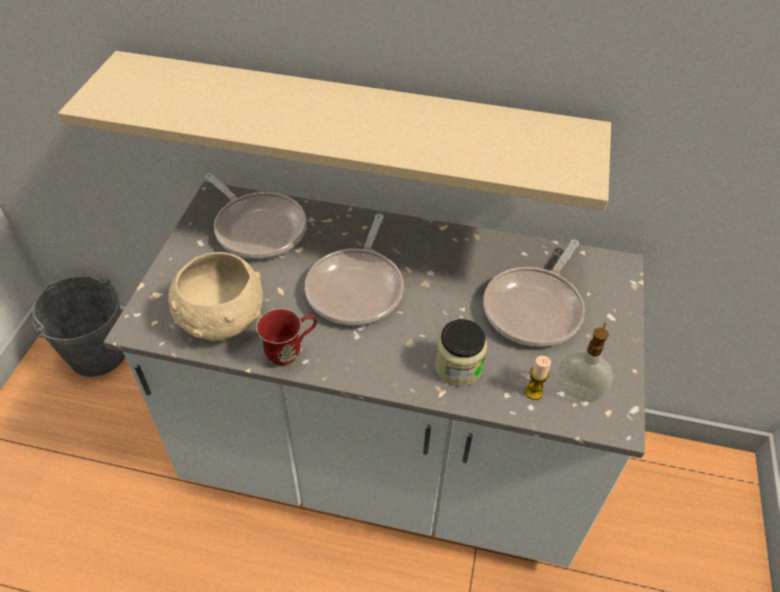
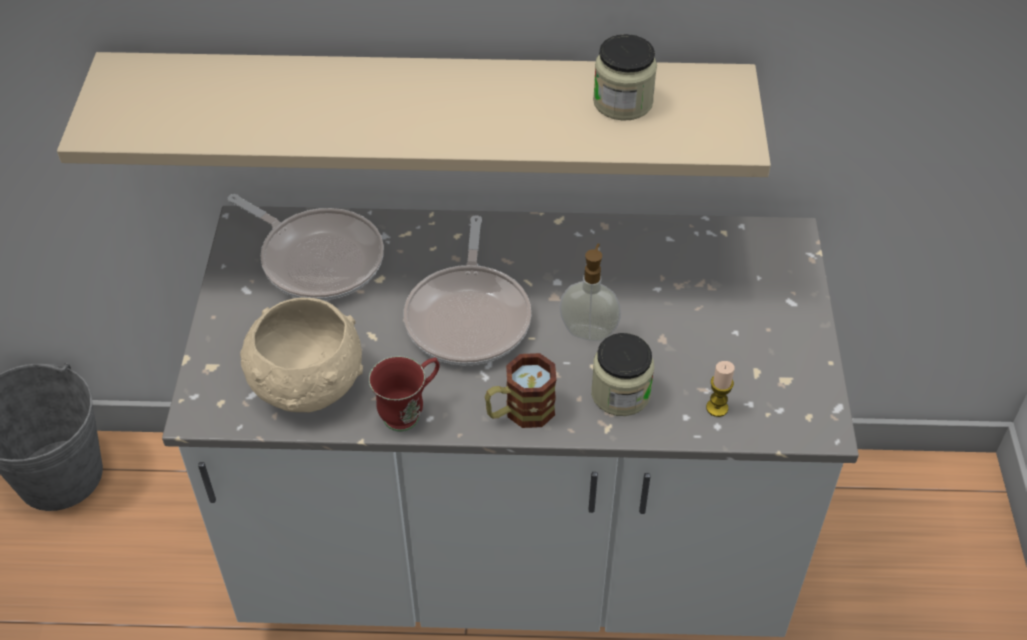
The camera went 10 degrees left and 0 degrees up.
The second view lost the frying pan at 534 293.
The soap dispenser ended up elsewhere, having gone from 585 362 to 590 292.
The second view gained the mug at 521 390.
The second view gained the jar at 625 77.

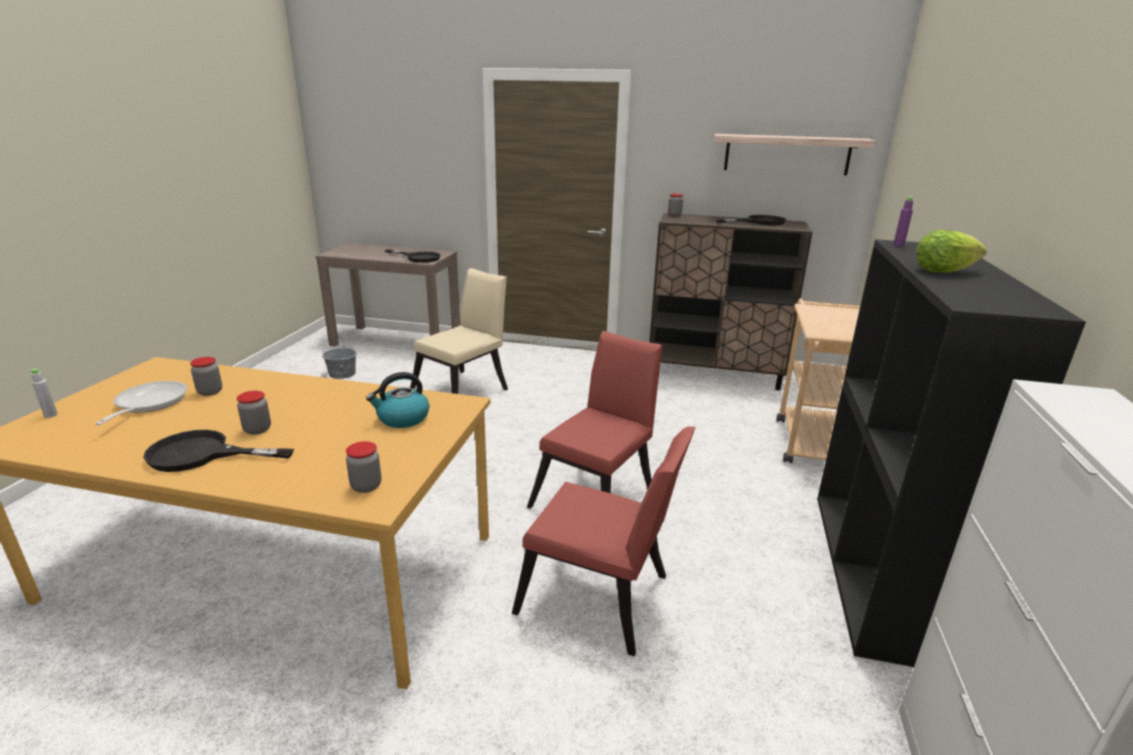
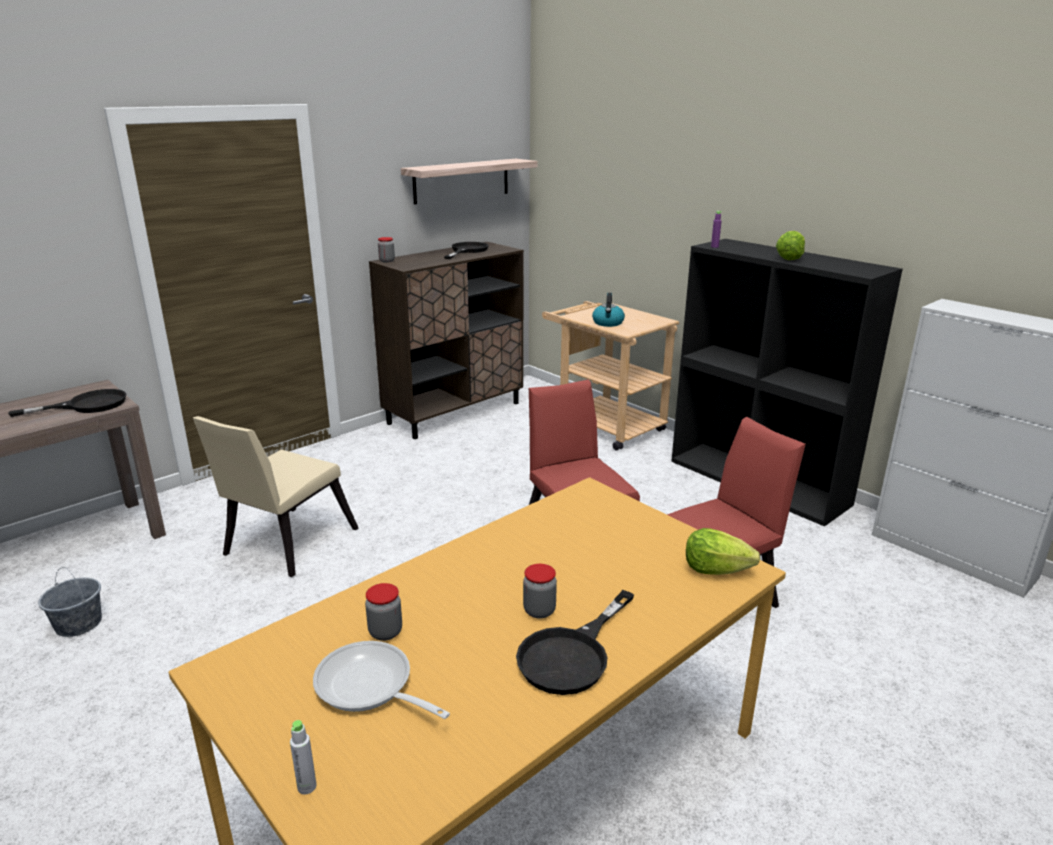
The camera went 55 degrees left and 0 degrees up.
Where the jar stood at 363 467, the lettuce came to stand at 723 551.
The kettle ended up elsewhere, having gone from 397 400 to 608 310.
The chair in beige at 459 331 ended up facing another way, 135 degrees counterclockwise from before.

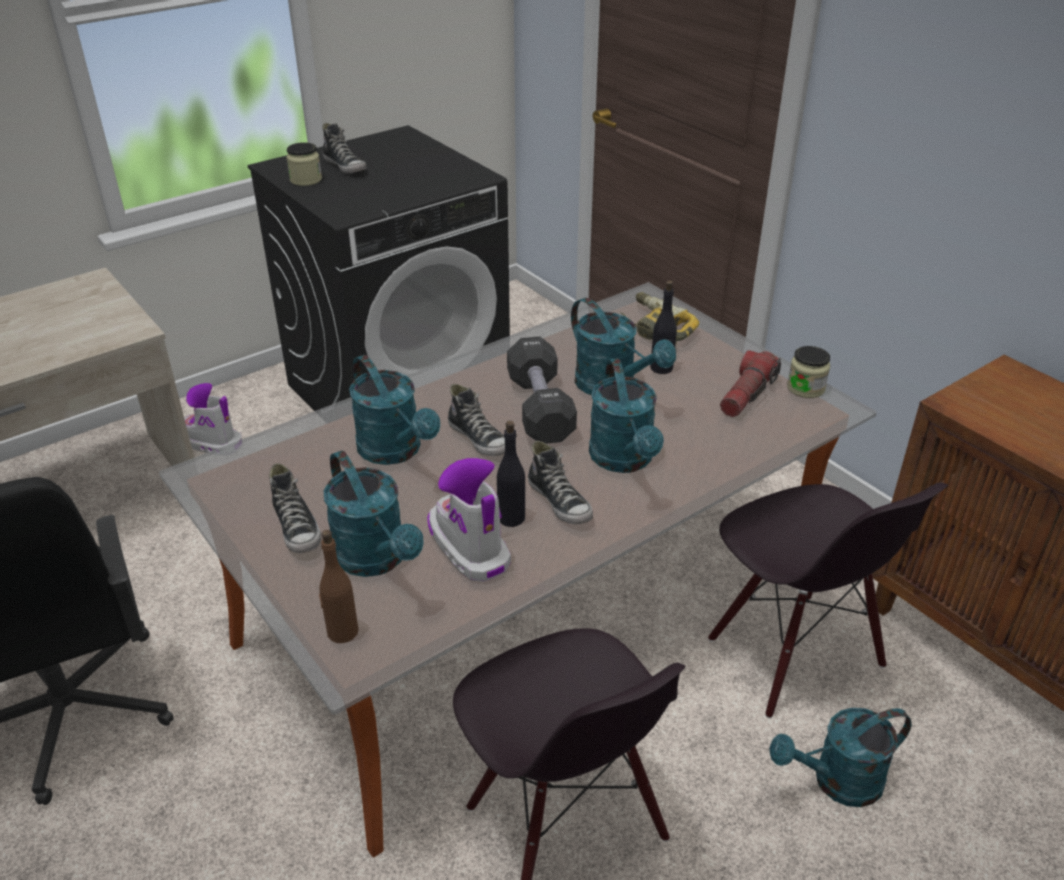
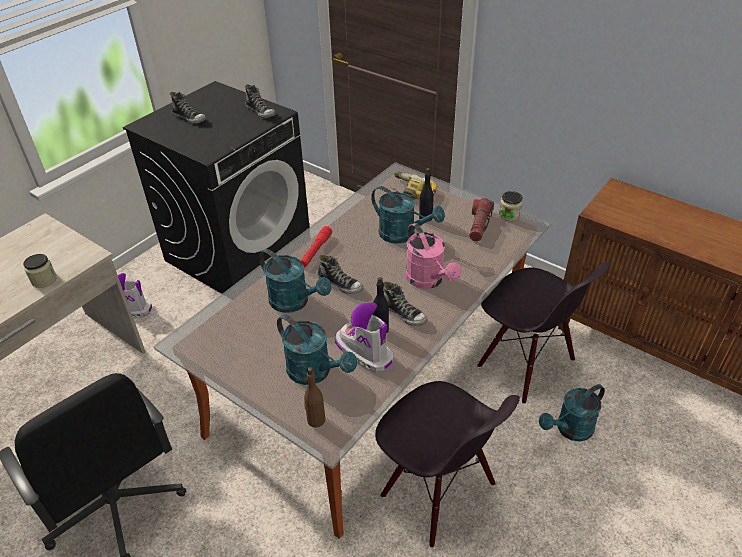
The camera went 15 degrees left and 5 degrees up.
The shoe ended up elsewhere, having gone from 295 508 to 260 101.
The jar ended up elsewhere, having gone from 304 164 to 40 271.
The second view lost the dumbbell in black at 542 390.
What was the watering can in turquoise at 626 415 turned into the watering can in pink at 433 256.
The second view gained the flashlight in red at 316 247.

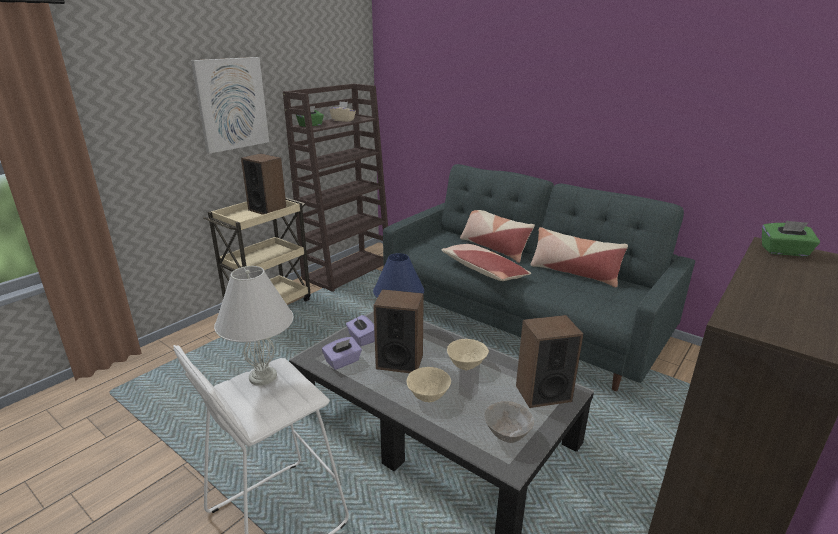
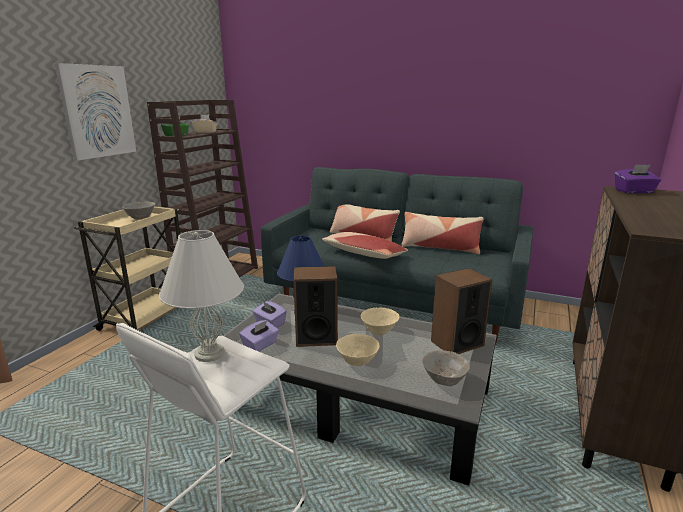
The camera went 15 degrees left and 5 degrees down.
Where the speaker stood at 263 184, the bowl in grey came to stand at 138 210.
What was the tissue box in green at 791 238 turned into the tissue box in purple at 638 178.

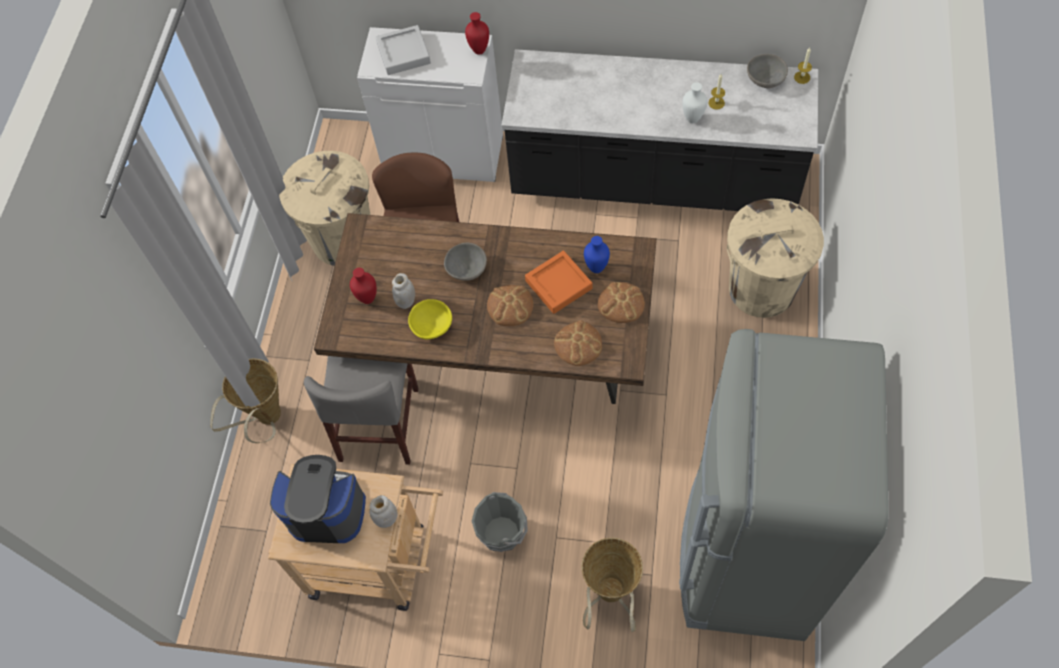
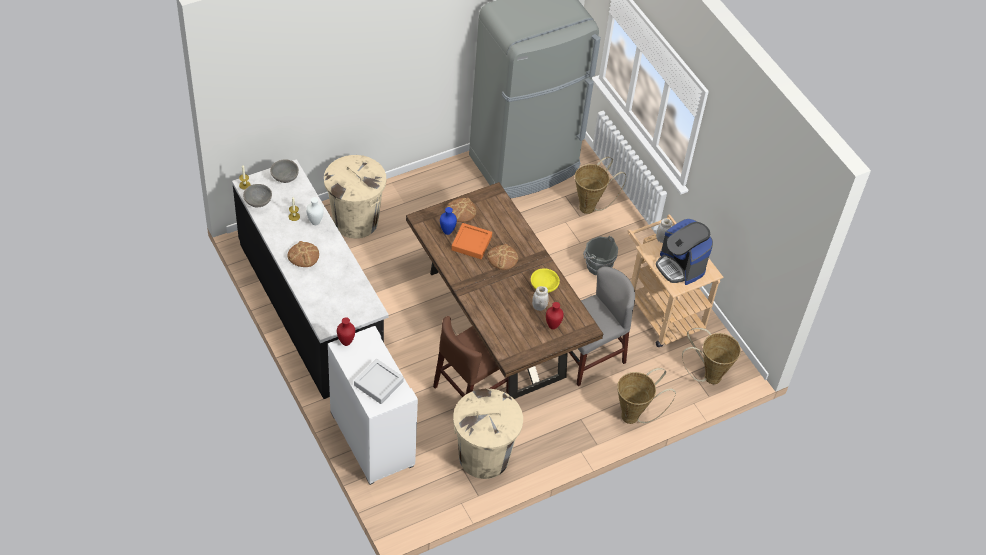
The camera went 135 degrees left and 10 degrees down.
The bowl in grey ended up elsewhere, having gone from 465 262 to 284 171.
The bread ended up elsewhere, having gone from 578 343 to 303 254.
The second view gained the basket at 711 356.

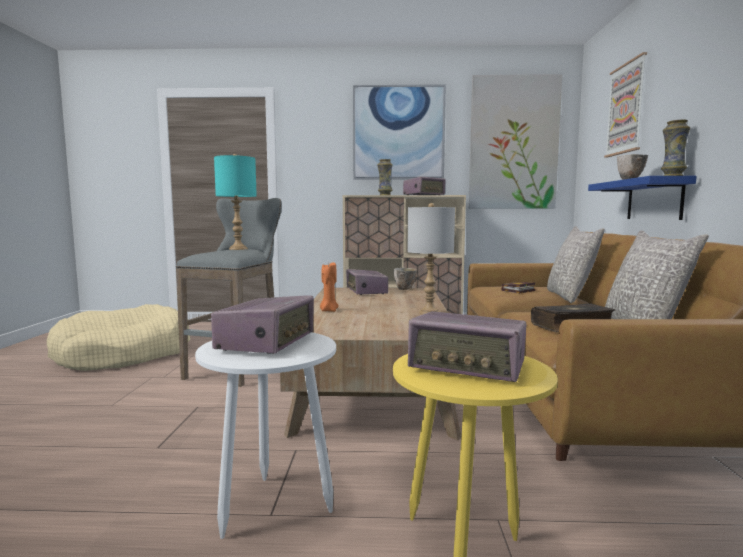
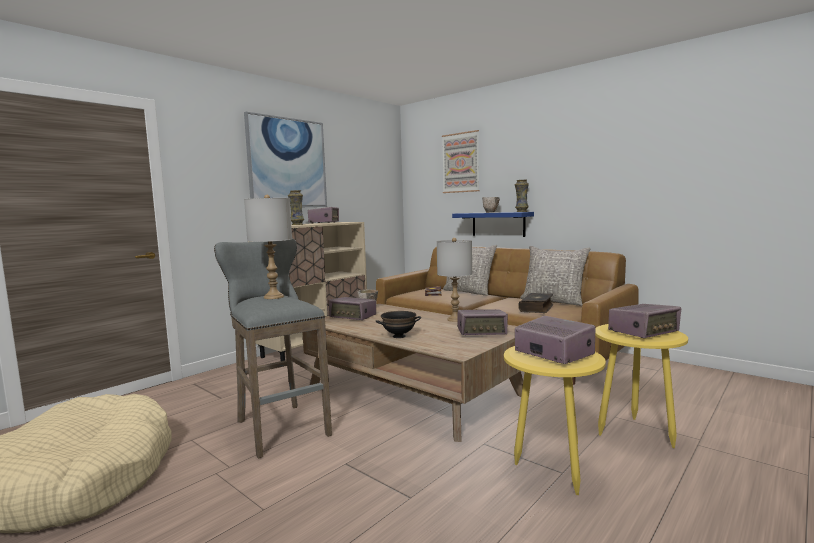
The camera went 50 degrees left and 0 degrees up.
What was the side table in white at 265 435 turned into the side table in yellow at 555 421.
What was the table lamp in turquoise at 235 202 turned into the table lamp in grey at 268 247.
Where the candle in orange stood at 329 287, the bowl in black came to stand at 398 324.
The second view lost the picture at 515 141.
The second view gained the radio at 482 322.

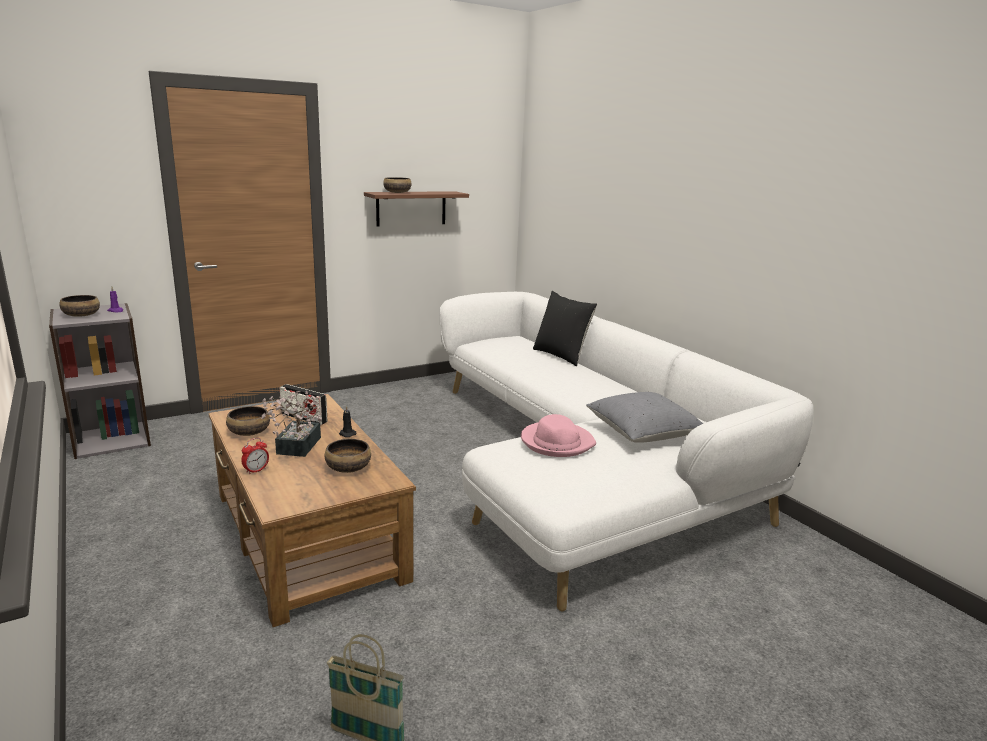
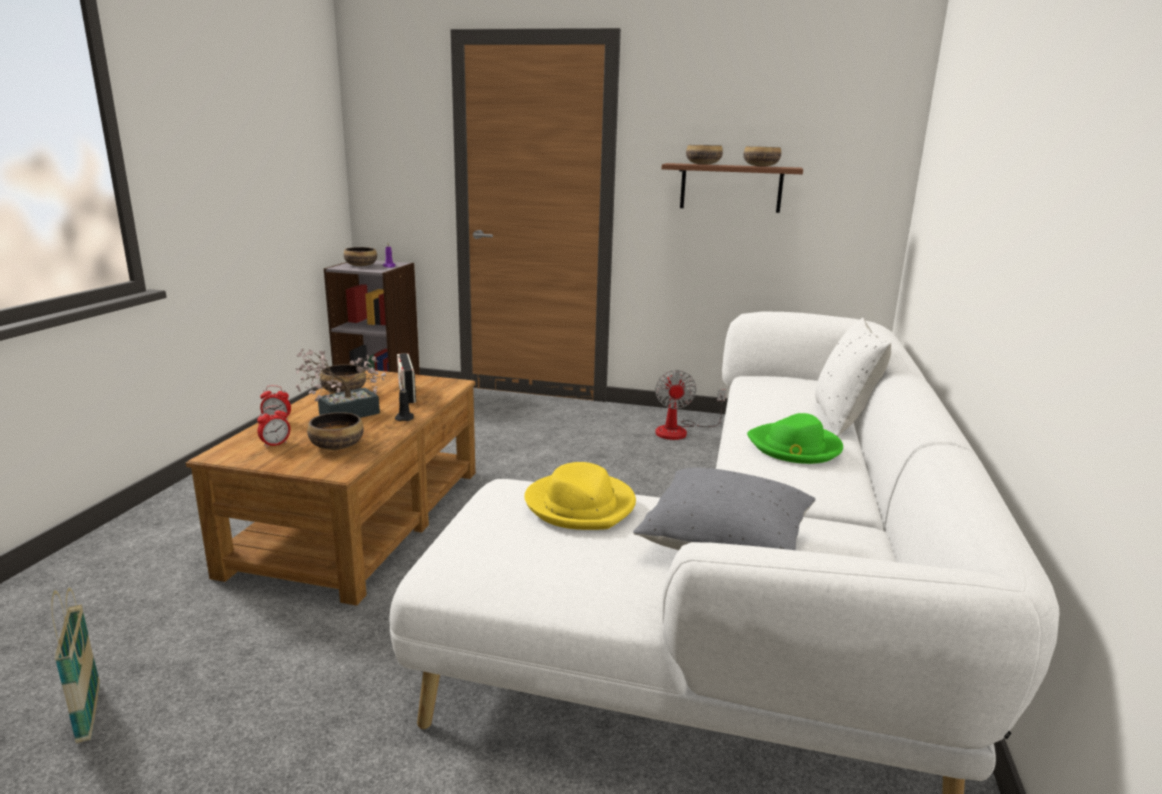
The camera went 45 degrees right and 0 degrees up.
What was the hat in pink at 558 435 turned into the hat in yellow at 580 496.
What was the pillow in black at 565 328 turned into the pillow in white at 853 377.
The second view gained the alarm clock at 273 427.
The second view gained the fan at 690 405.
The second view gained the bowl at 762 156.
The second view gained the hat in green at 795 438.

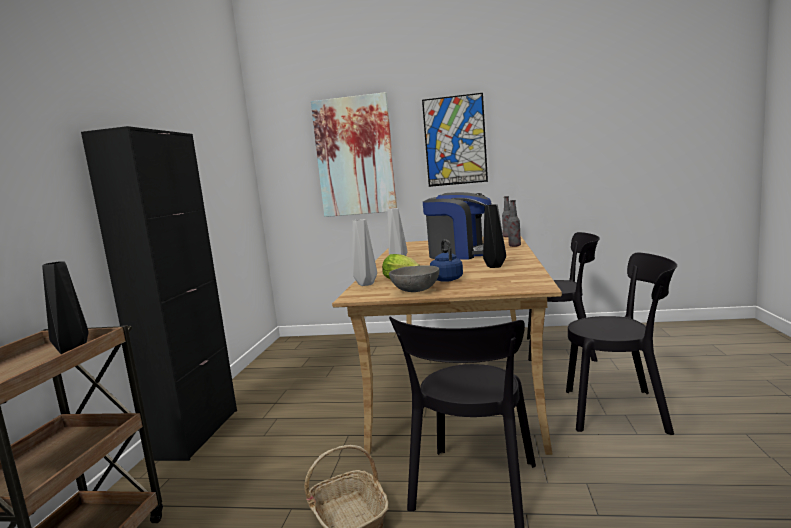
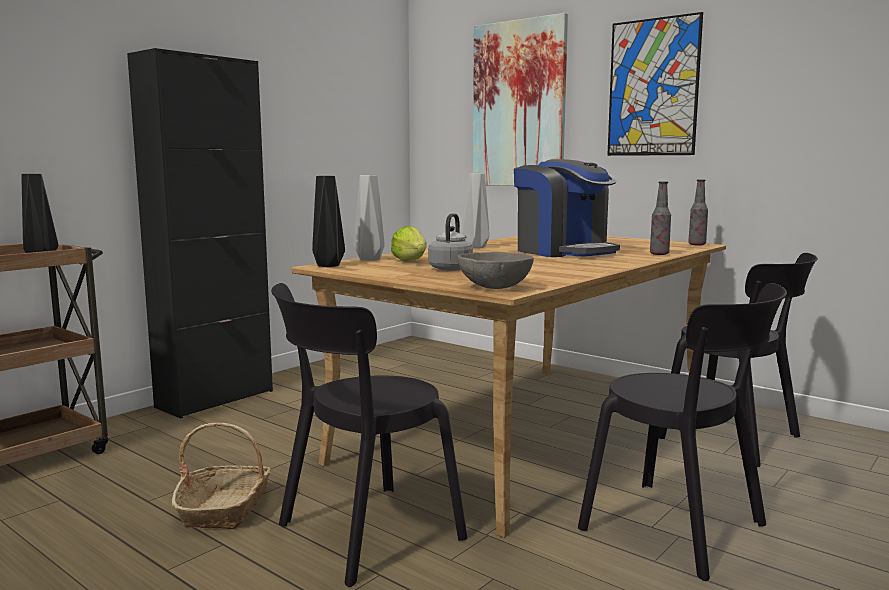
The camera went 30 degrees right and 0 degrees up.
The bowl in grey ended up elsewhere, having gone from 414 278 to 495 270.
What was the kettle in blue at 446 260 turned into the kettle in grey at 450 242.
The vase in black ended up elsewhere, having gone from 494 236 to 328 221.

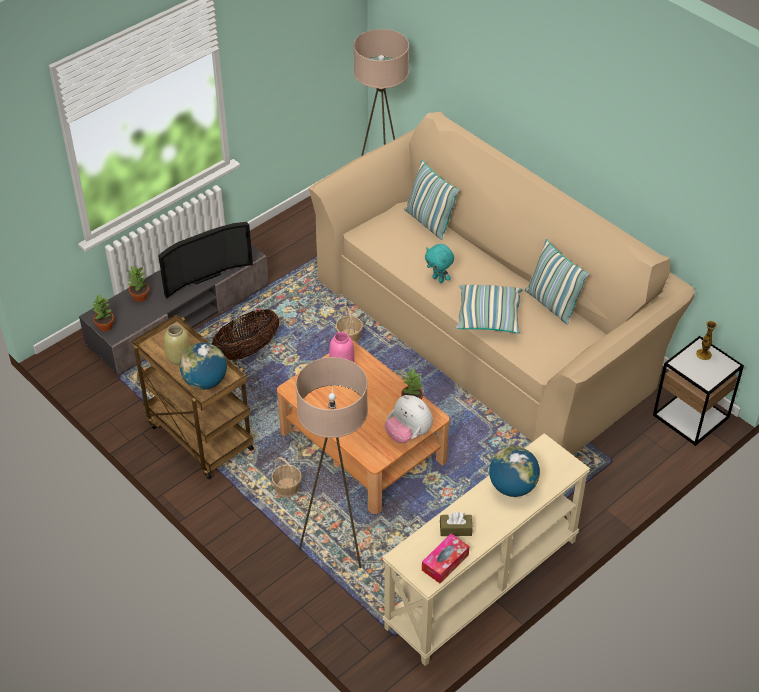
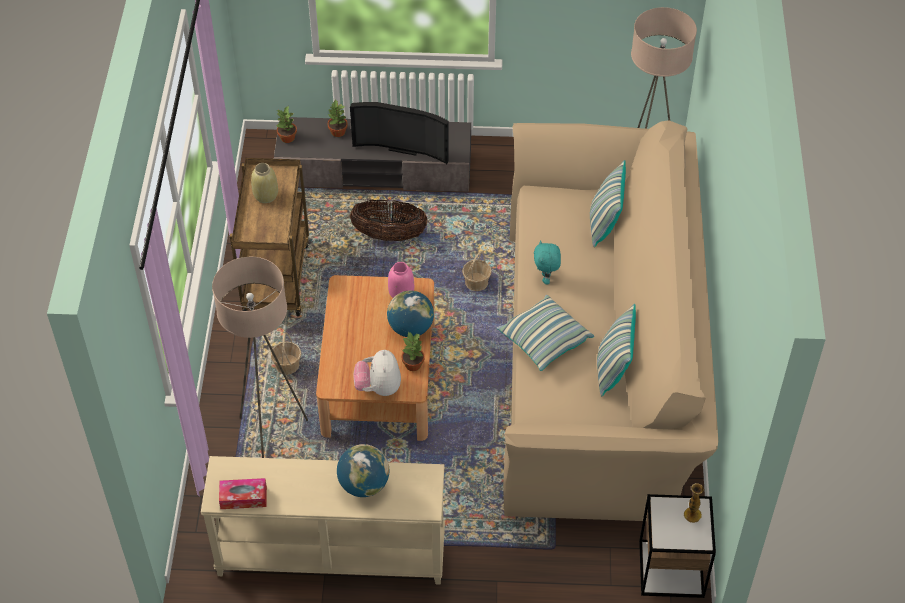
The camera went 45 degrees right and 5 degrees up.
The globe ended up elsewhere, having gone from 203 366 to 410 313.
The second view lost the tissue box in brown at 456 524.

